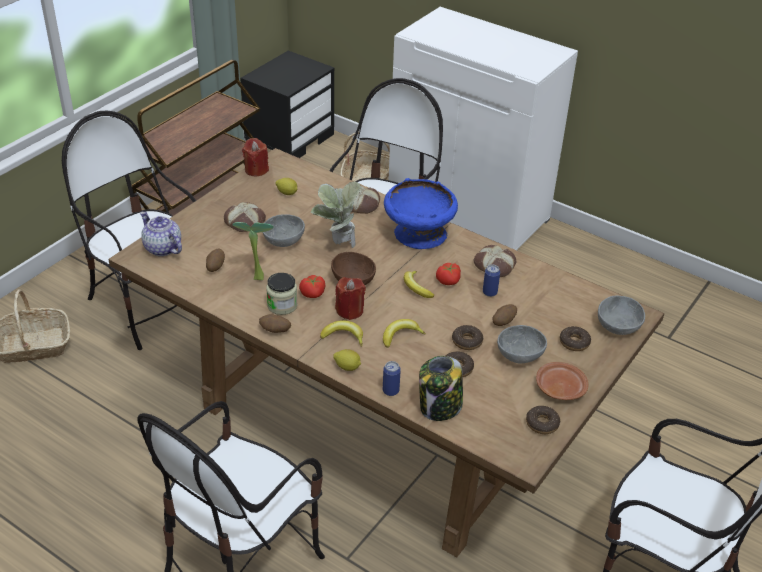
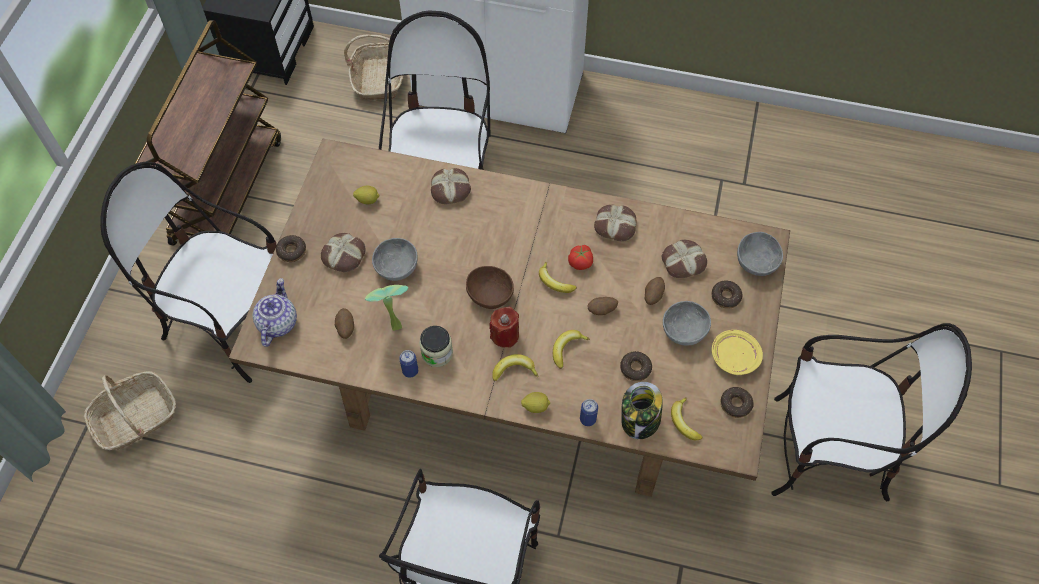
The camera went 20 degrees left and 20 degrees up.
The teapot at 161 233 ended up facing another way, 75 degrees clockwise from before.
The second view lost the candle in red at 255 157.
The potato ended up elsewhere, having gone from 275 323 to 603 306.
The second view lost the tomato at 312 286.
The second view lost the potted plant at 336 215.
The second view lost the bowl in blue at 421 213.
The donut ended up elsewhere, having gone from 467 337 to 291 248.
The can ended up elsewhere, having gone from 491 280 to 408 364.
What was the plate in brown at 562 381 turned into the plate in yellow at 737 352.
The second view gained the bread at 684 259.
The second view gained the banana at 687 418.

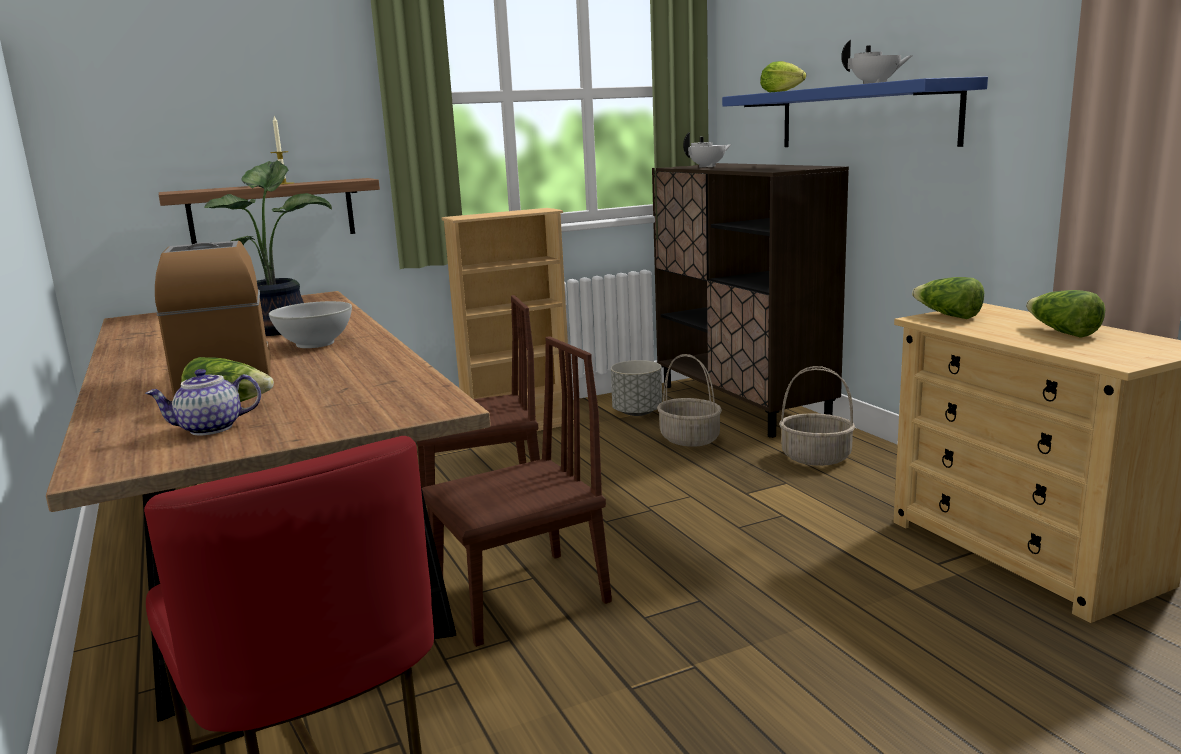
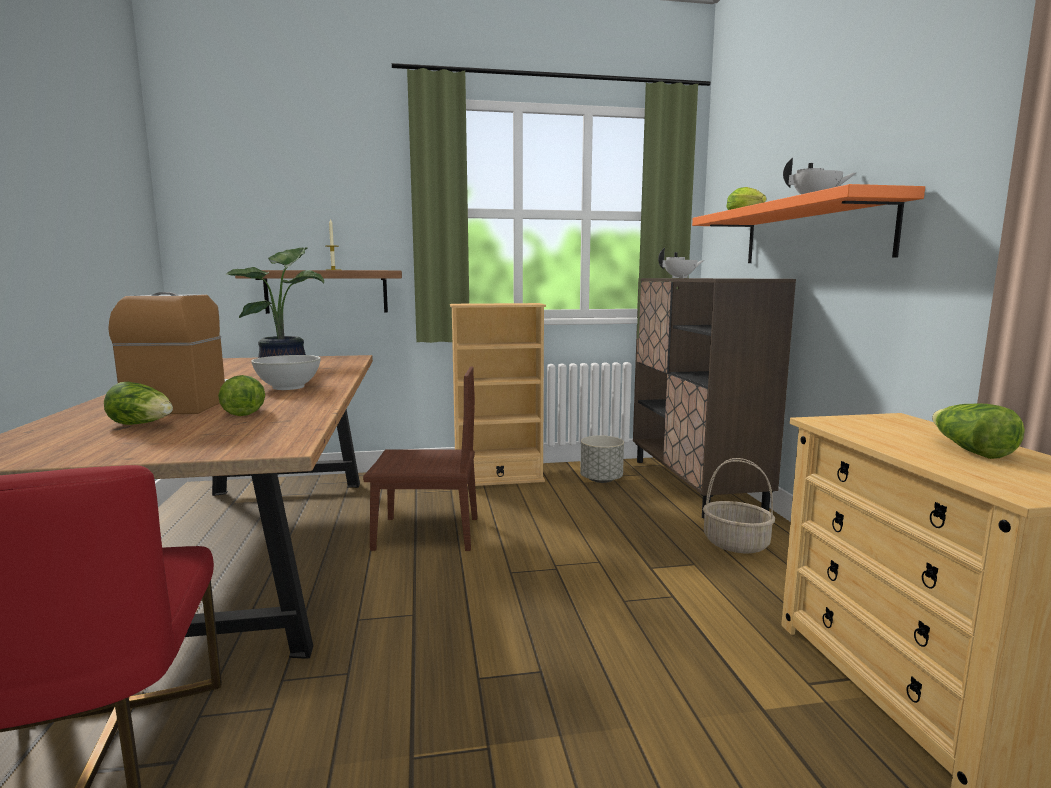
The camera went 15 degrees right and 5 degrees down.
The second view lost the teapot at 203 402.
The second view lost the chair in brown at 517 491.
The second view lost the basket at 689 400.
What was the shelf in blue at 855 112 turned into the shelf in orange at 808 223.
The lettuce ended up elsewhere, having gone from 948 298 to 241 395.

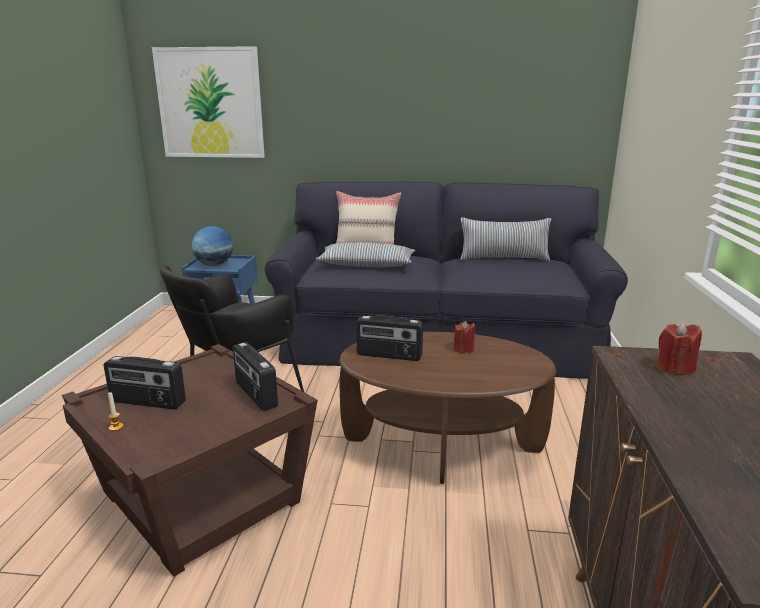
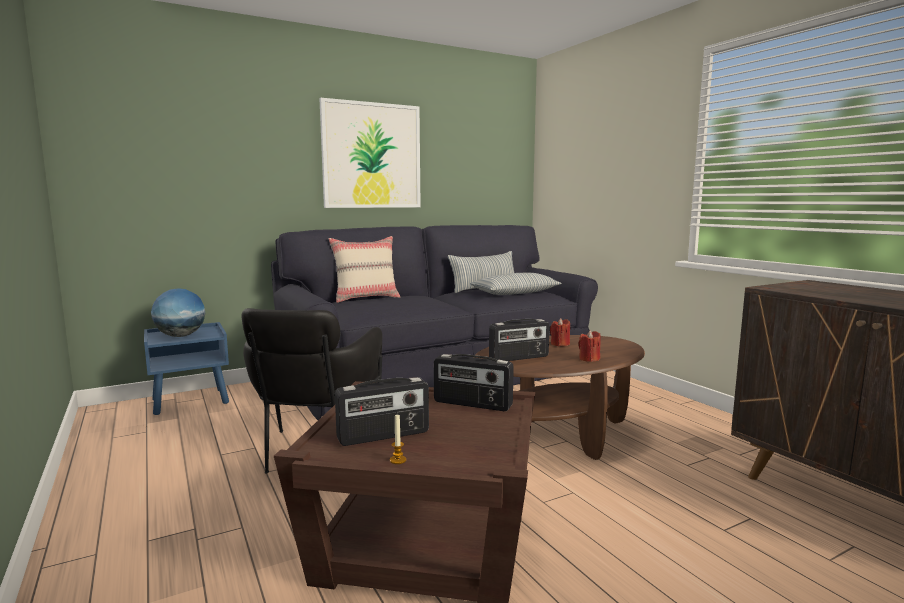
The camera went 35 degrees left and 10 degrees down.
The picture ended up elsewhere, having gone from 208 102 to 370 153.
The pillow ended up elsewhere, having gone from 365 254 to 515 284.
The candle in red ended up elsewhere, having gone from 679 348 to 589 346.

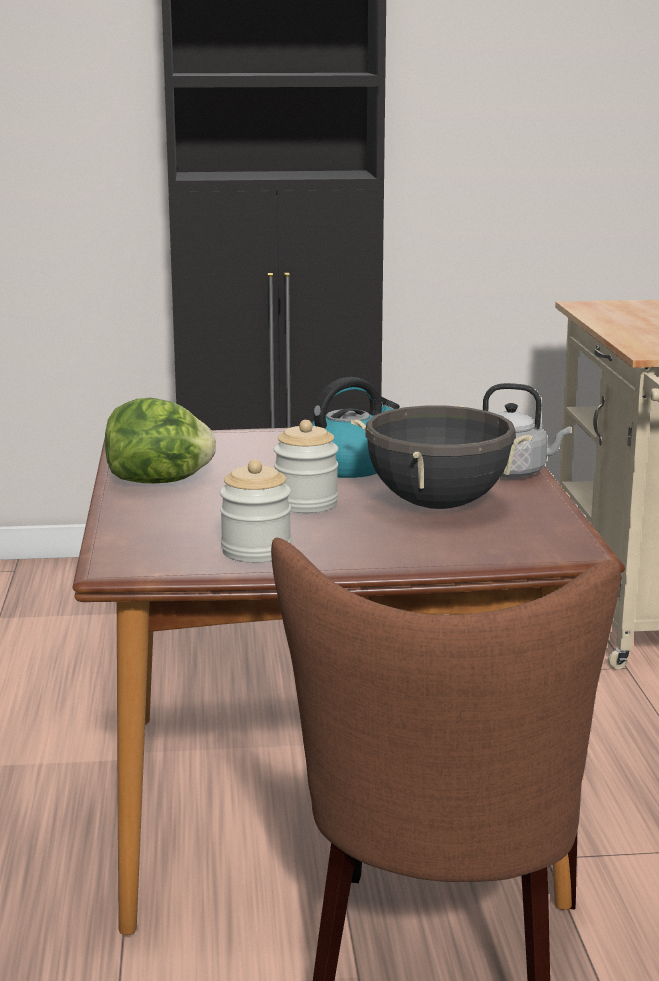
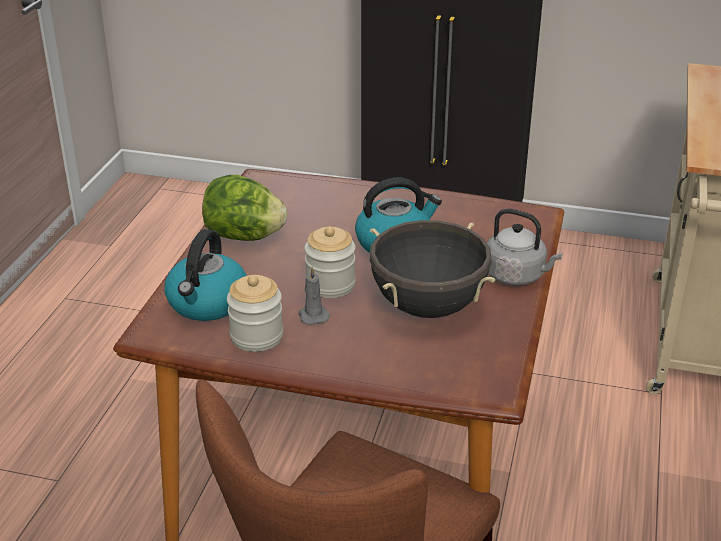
The camera went 20 degrees right and 15 degrees up.
The second view gained the kettle at 206 275.
The second view gained the candle in grey at 314 296.

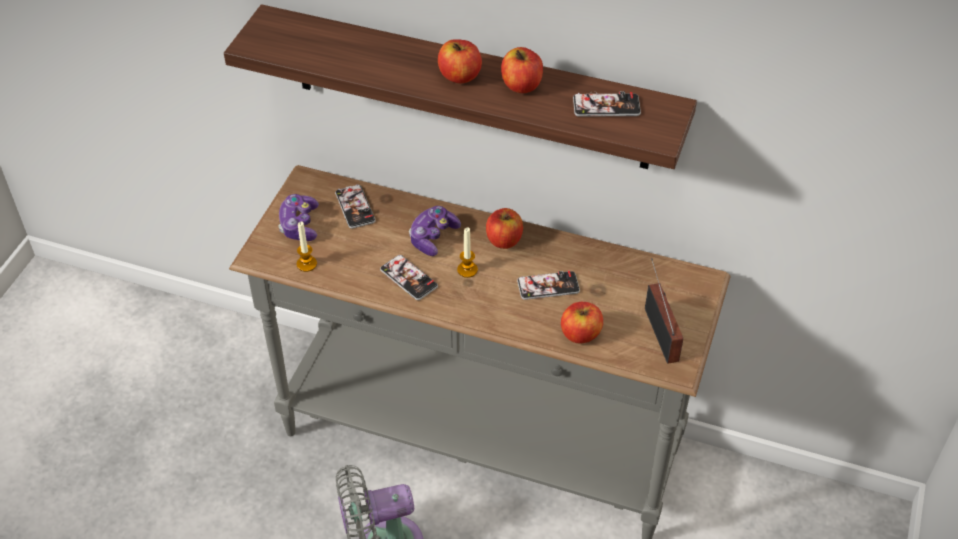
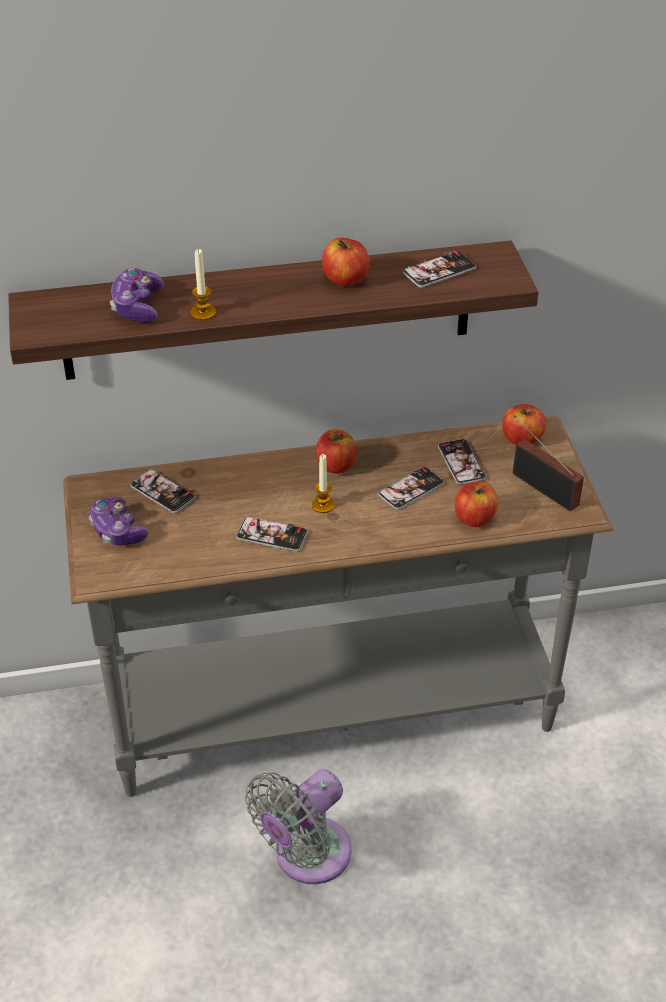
The camera went 30 degrees left and 5 degrees down.
The candle ended up elsewhere, having gone from 307 247 to 203 284.
The game controller ended up elsewhere, having gone from 435 231 to 137 295.
The apple ended up elsewhere, having gone from 460 61 to 524 424.
The second view gained the phone at 462 462.

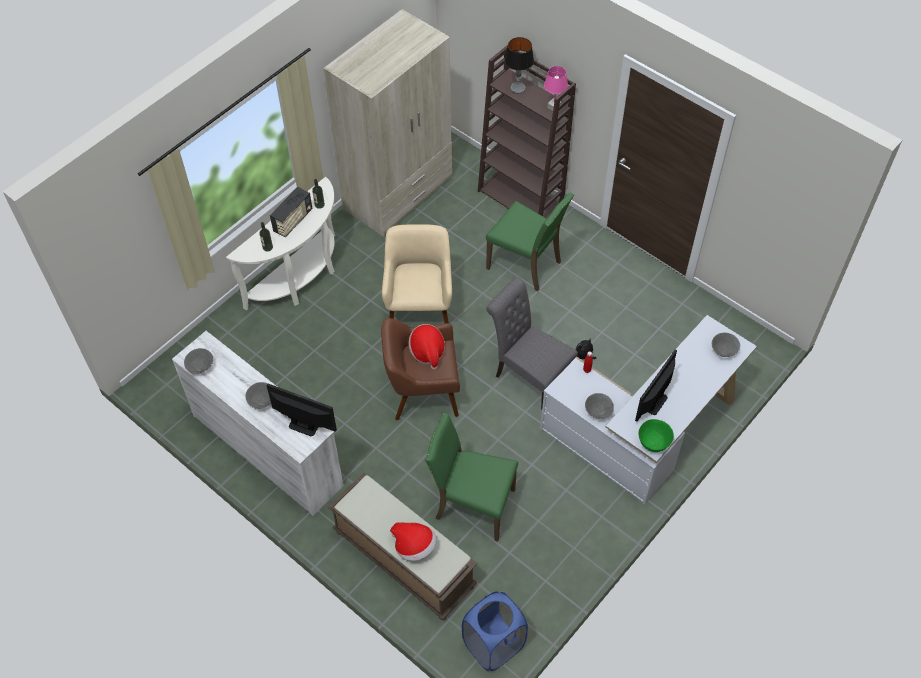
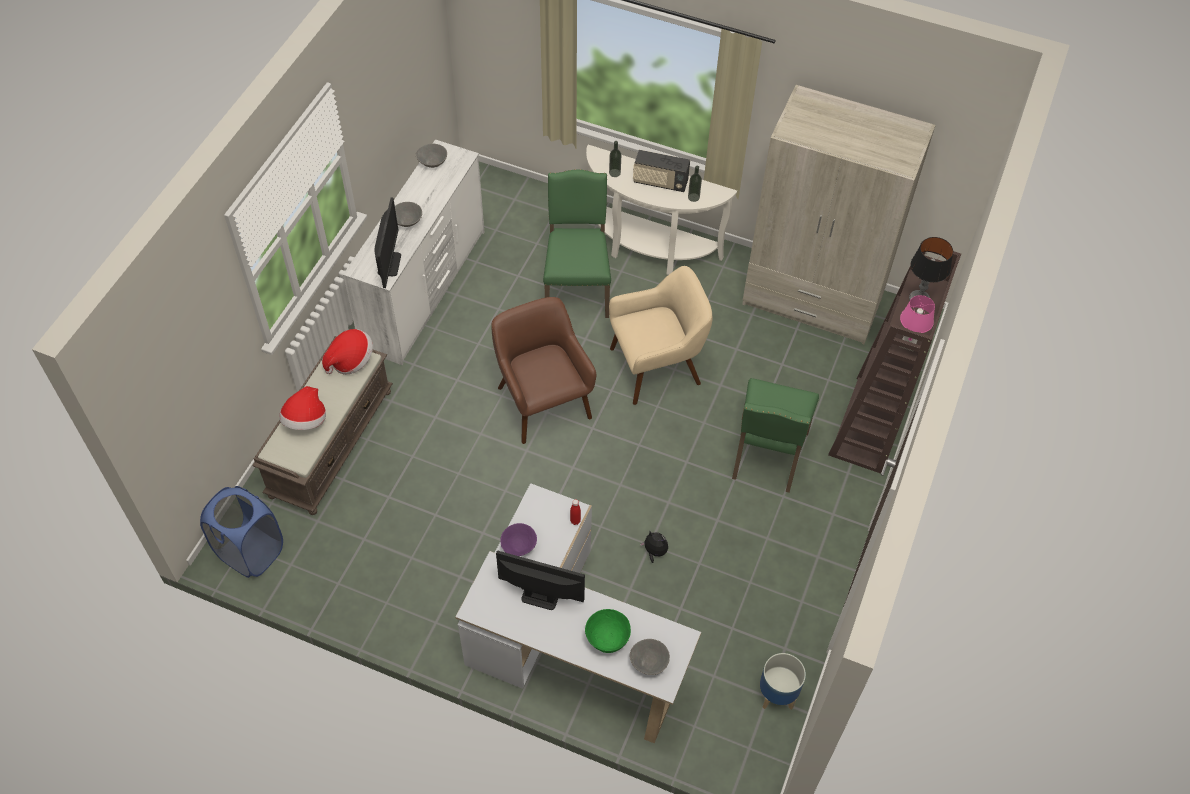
The camera went 70 degrees right and 0 degrees up.
The hat ended up elsewhere, having gone from 427 347 to 347 352.
The chair in green ended up elsewhere, having gone from 471 477 to 577 243.
The second view lost the chair in grey at 532 343.
What was the bowl in grey at 599 406 turned into the bowl in purple at 518 539.
The bowl in green ended up elsewhere, having gone from 656 435 to 608 631.
The second view gained the planter at 783 681.

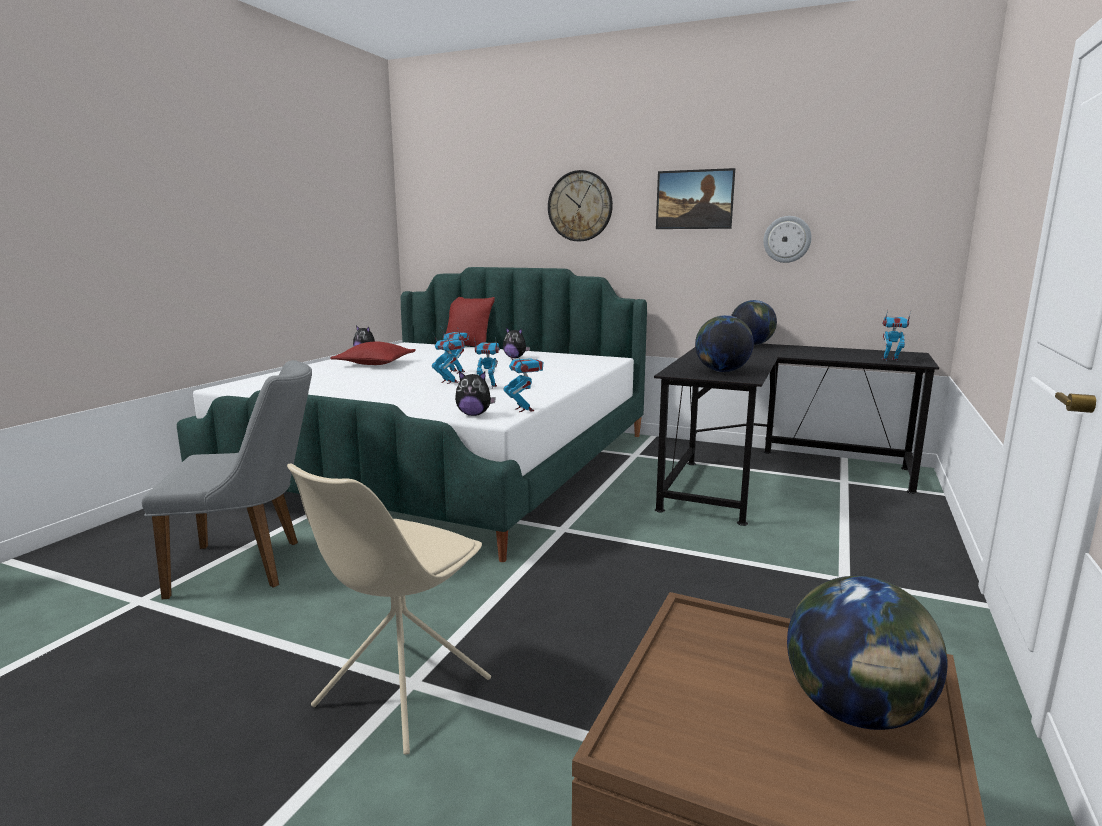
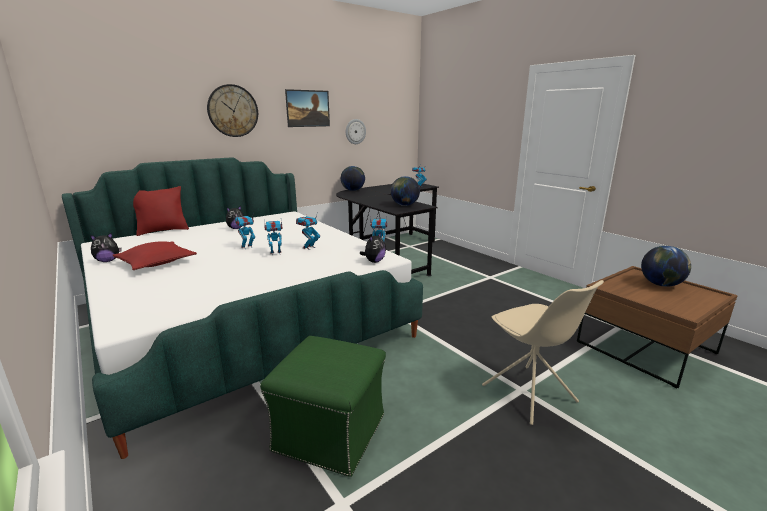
The camera went 60 degrees left and 5 degrees up.
Where the chair in grey stood at 227 479, the ottoman in green came to stand at 323 406.

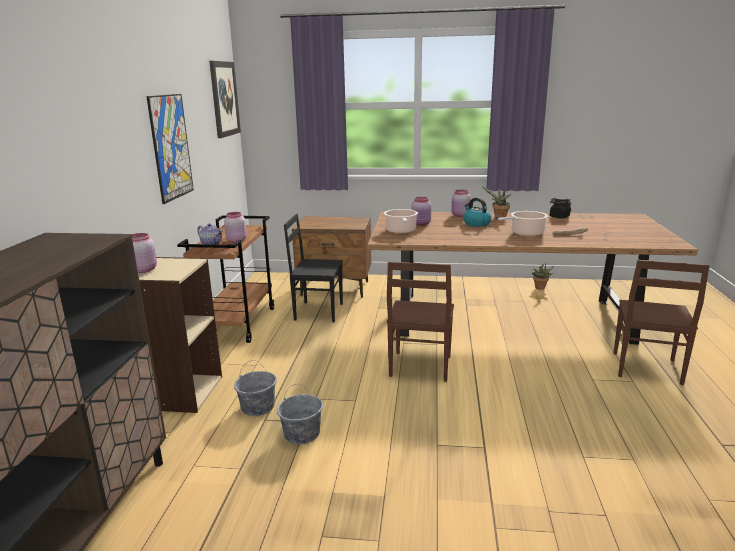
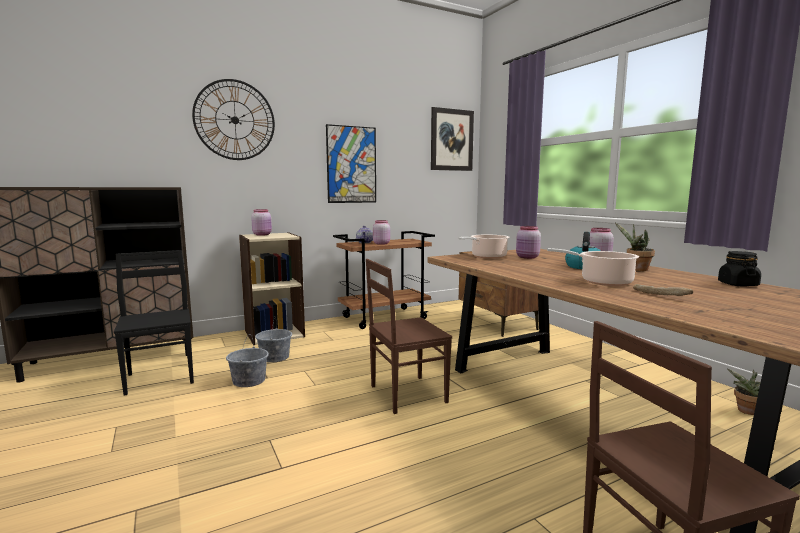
The camera went 55 degrees right and 10 degrees down.
The chair in black ended up elsewhere, having gone from 313 267 to 154 323.
The second view gained the wall clock at 233 119.

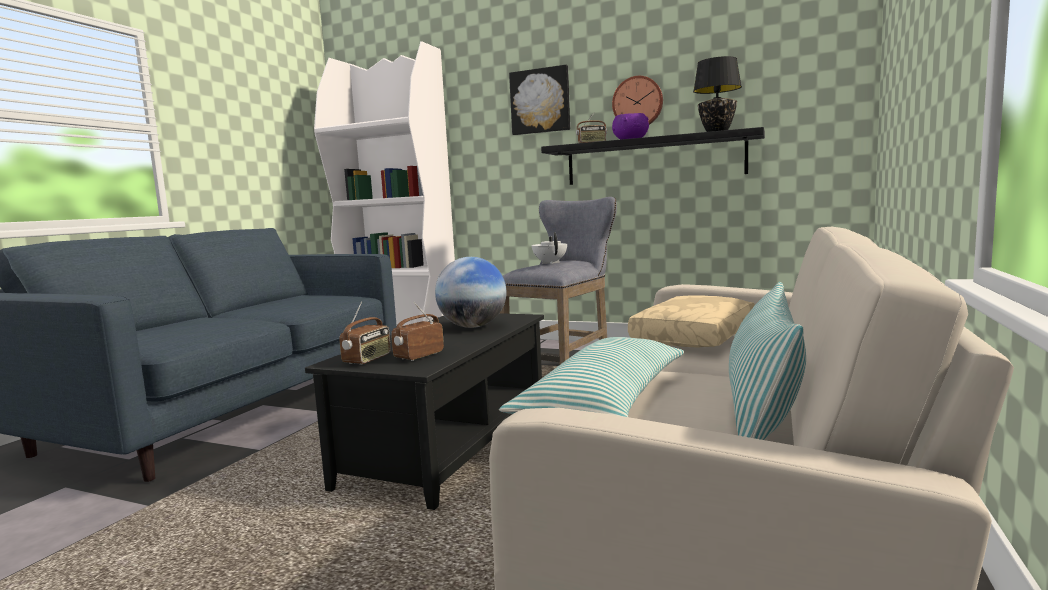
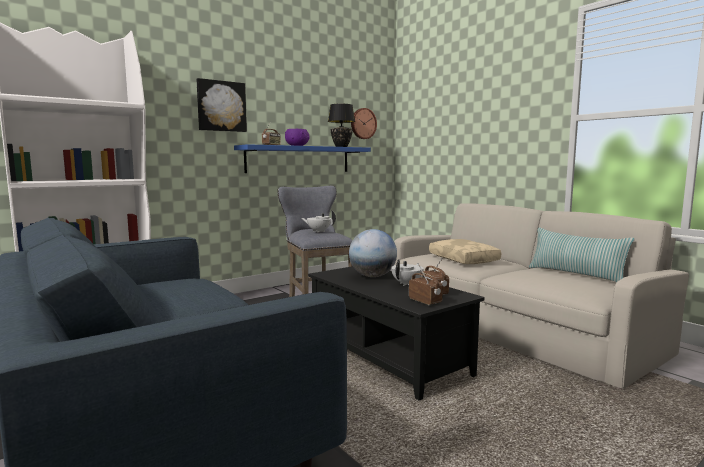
The camera went 60 degrees left and 0 degrees up.
The second view lost the pillow at 591 377.
What was the shelf in black at 653 156 turned into the shelf in blue at 302 158.
The wall clock ended up elsewhere, having gone from 637 100 to 364 123.
The second view gained the teapot in white at 407 272.

